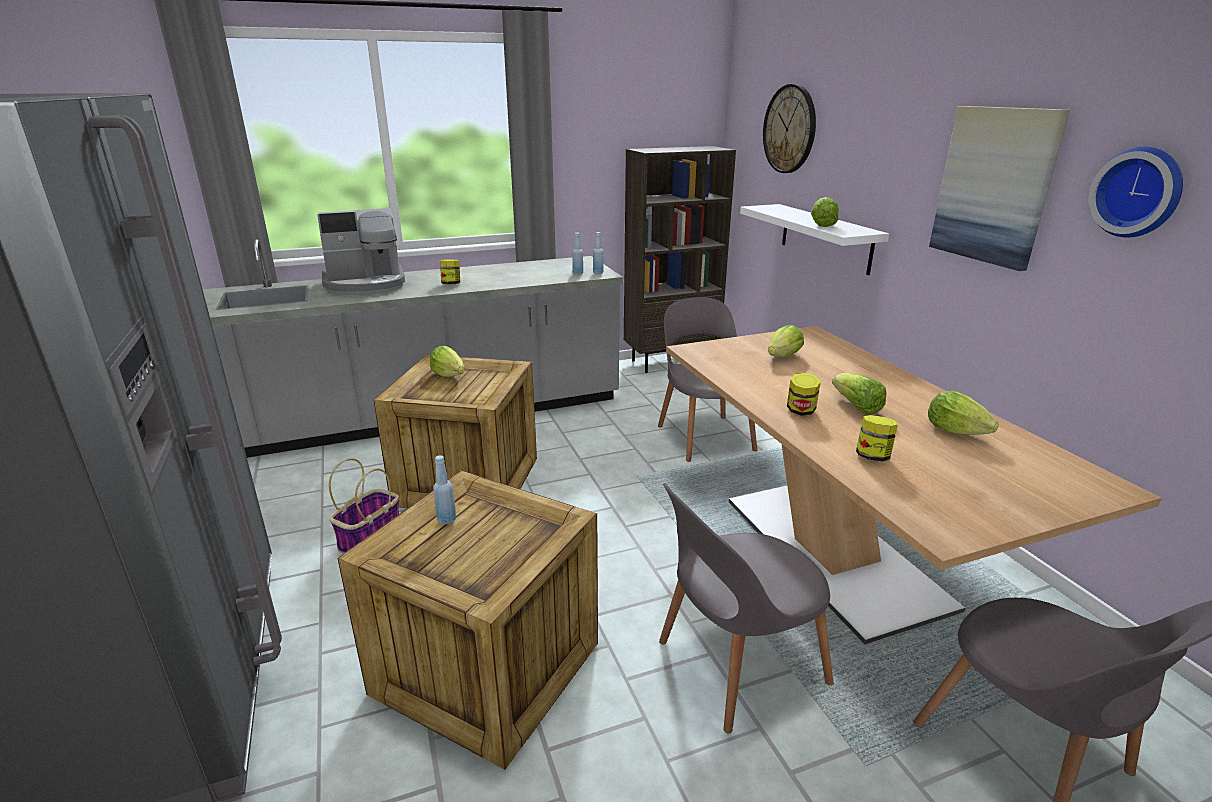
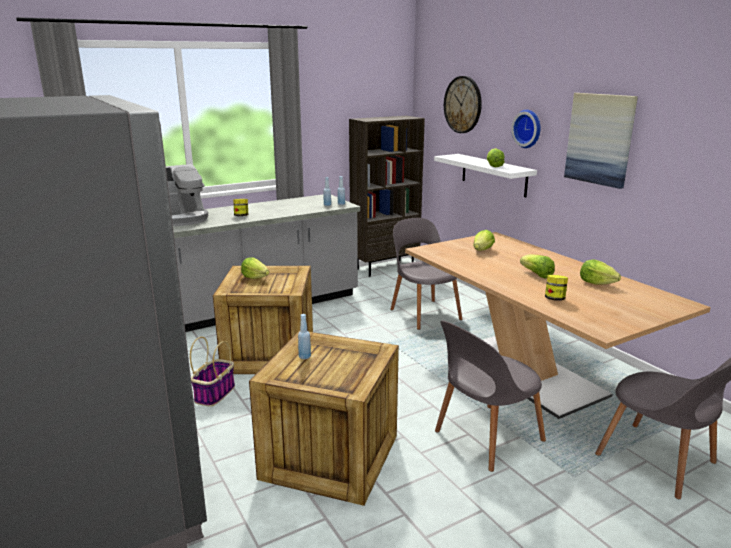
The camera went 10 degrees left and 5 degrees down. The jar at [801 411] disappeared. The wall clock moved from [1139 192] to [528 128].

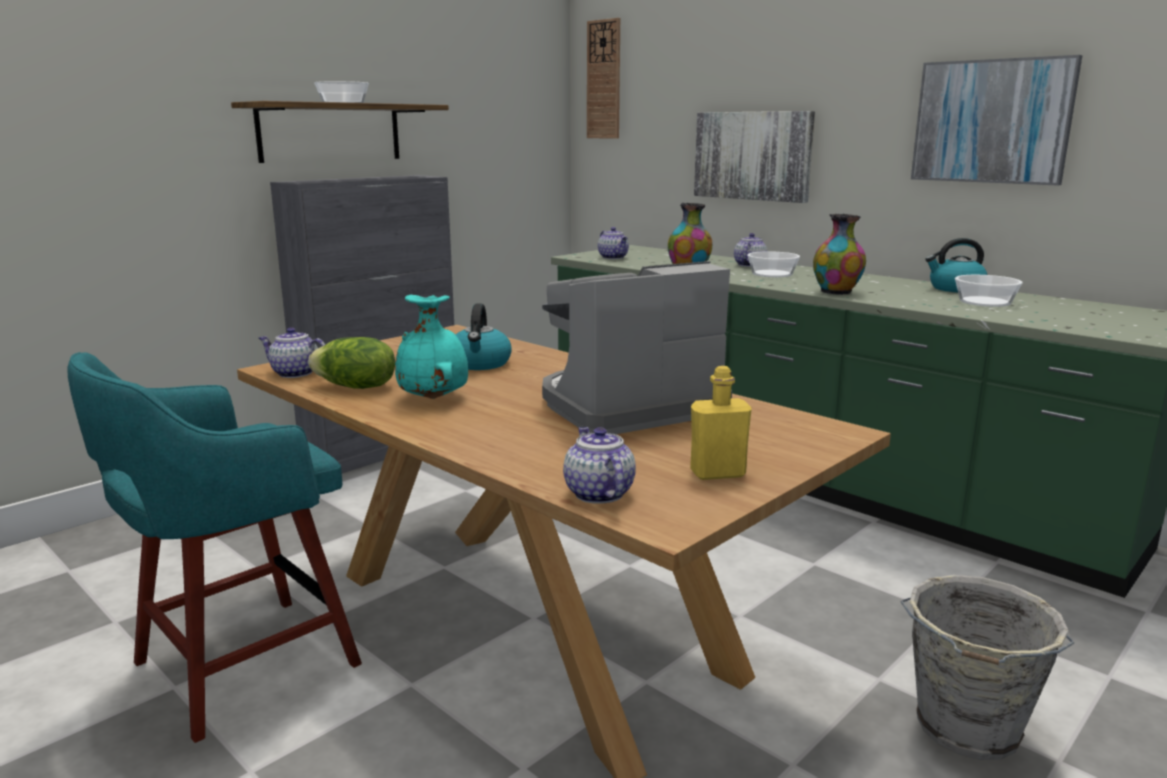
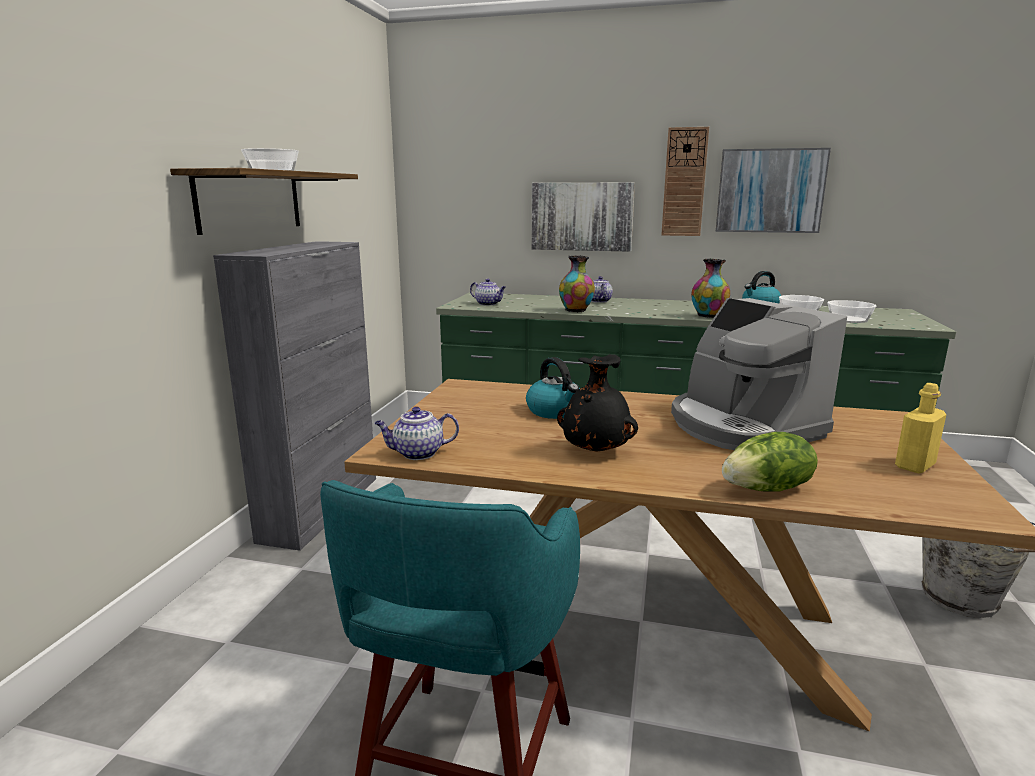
The camera went 30 degrees left and 0 degrees up. The tea pot at [597 493] disappeared. The lettuce head moved from [355 387] to [768 489]. The wall clock moved from [604 80] to [684 182]. The bowl moved from [771 274] to [848 319]. The vase/turquoise at [434 397] became the vase/black at [596 450]. The coffee machine at [628 406] turned 60 degrees counterclockwise.

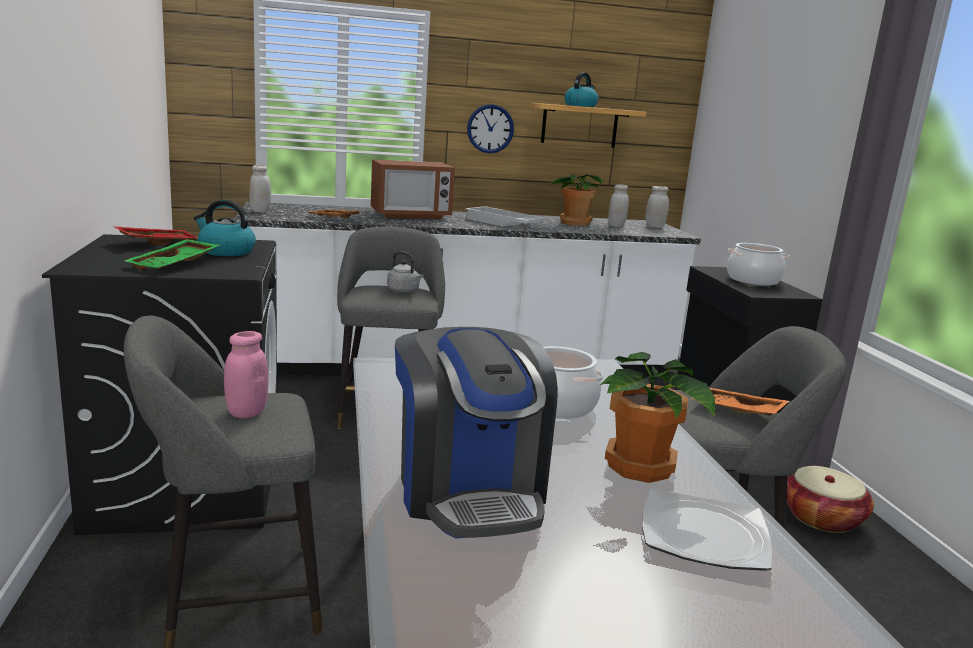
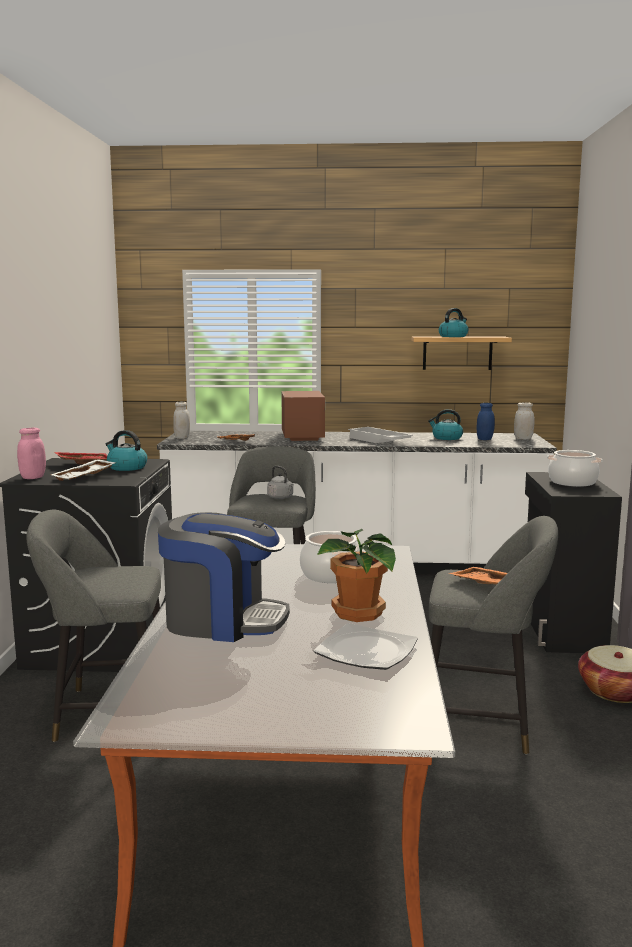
The camera went 15 degrees right and 5 degrees down. The wall clock at [490 128] disappeared. The jar/pinkish moved from [246 412] to [33 477]. The plant in a pot at [574 223] was replaced by the water kettle at [446 438]. The tray/greenish at [175 265] became the tray/white at [85 477]. The jar/white at [616 226] became the jar/bluish at [485 439]. The microwave at [410 215] turned 90 degrees counterclockwise. The coffee machine at [469 491] turned 75 degrees counterclockwise.

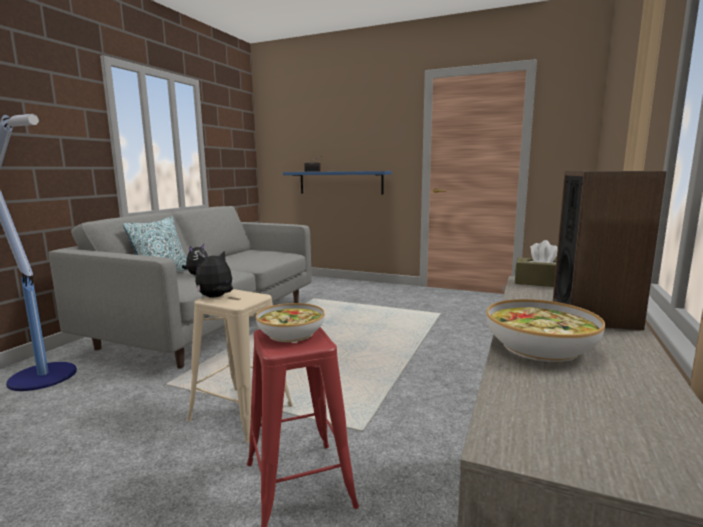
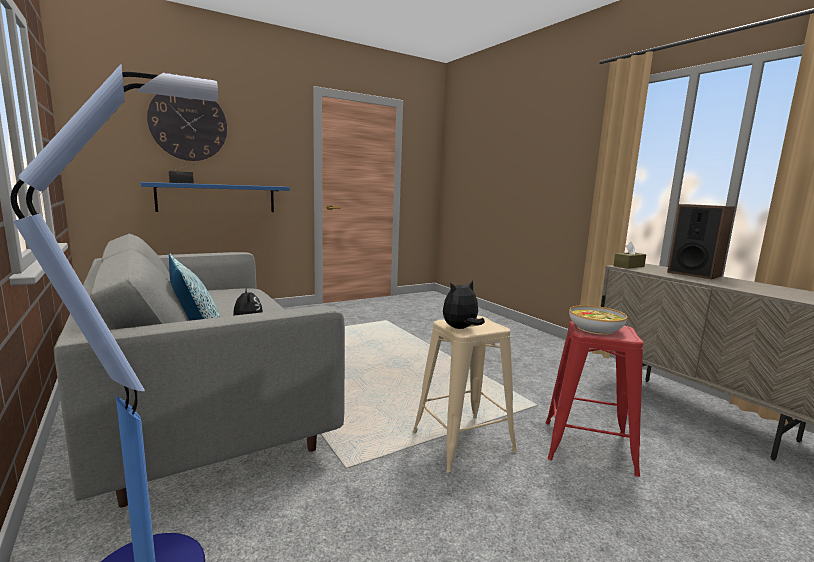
The camera went 55 degrees left and 0 degrees up. The bowl at [539 346] disappeared. The wall clock at [188 123] appeared. The soft toy at [216 297] turned 60 degrees clockwise.

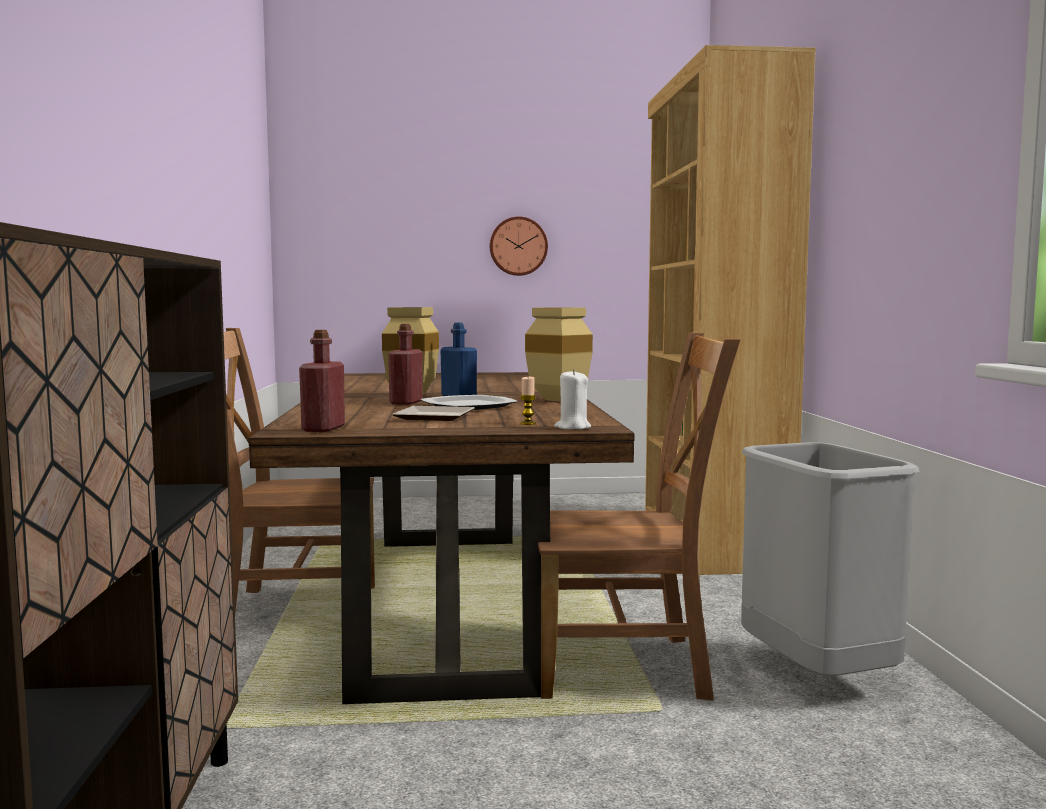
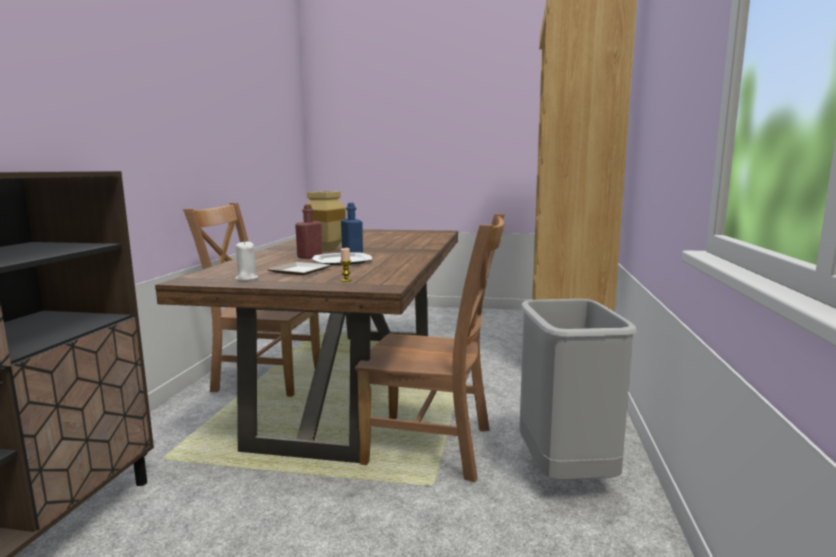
The camera went 15 degrees right and 5 degrees up. The drink bottle/red at [323 429] disappeared. The wall clock at [518 246] disappeared. The vase/beige-coloured at [555 400] disappeared. The wax light/white moved from [572 427] to [246 278].

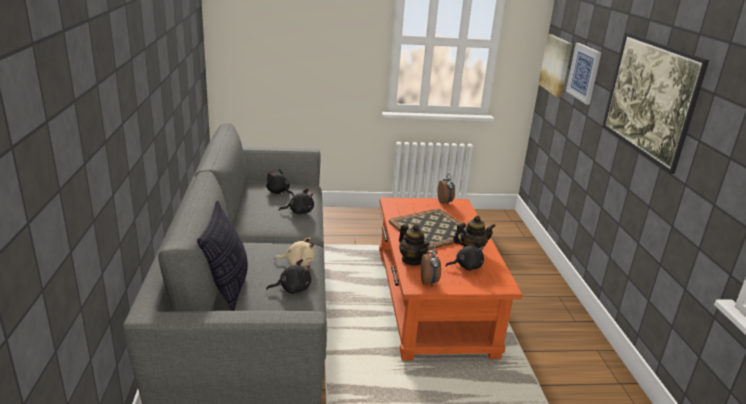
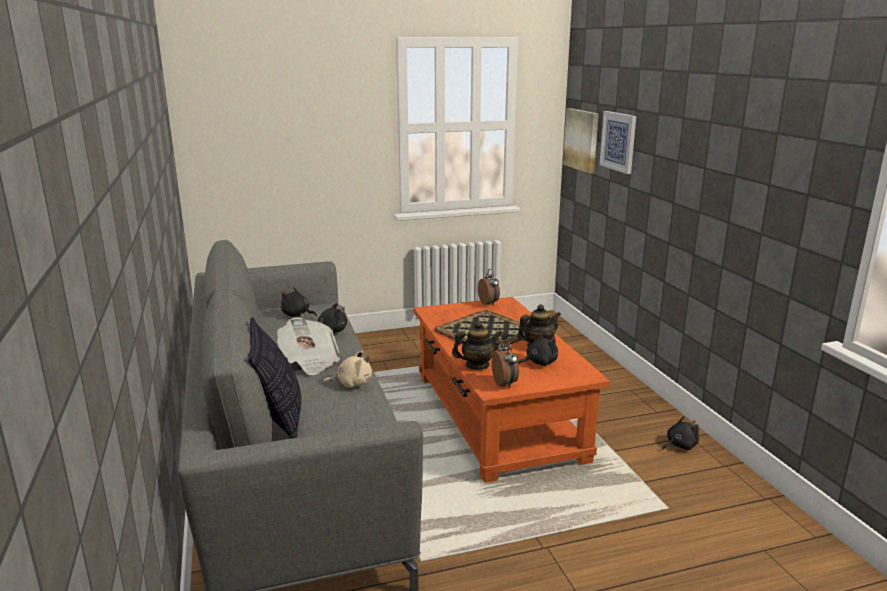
The camera went 10 degrees left and 5 degrees down. The picture at [643 123] disappeared. The daily paper at [309 361] appeared. The soft toy/black moved from [292 289] to [679 445]. The tea pot at [412 260] turned 60 degrees counterclockwise.

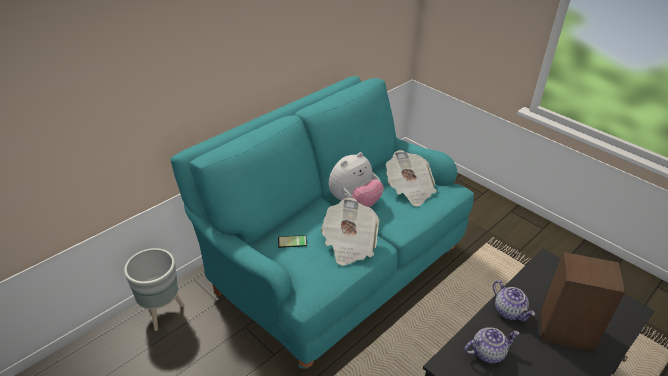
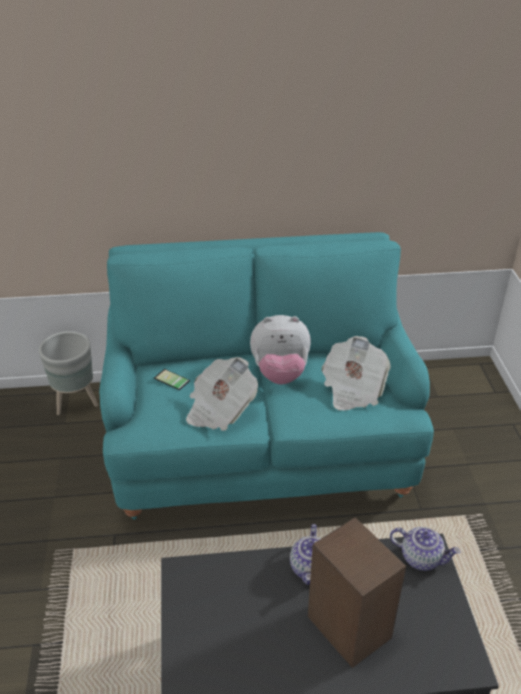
The camera went 40 degrees right and 0 degrees up. The tea pot moved from [488 352] to [421 558].

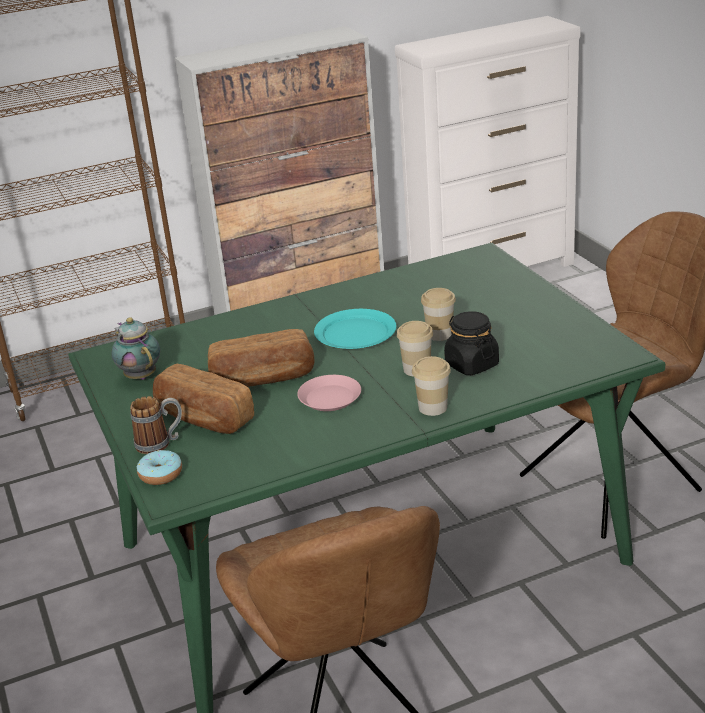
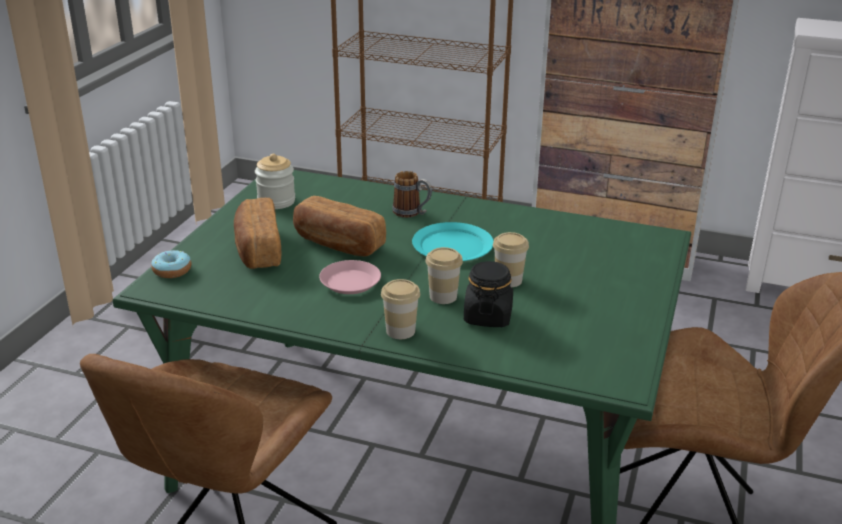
The camera went 40 degrees right and 0 degrees up. The mug moved from [160 443] to [412 213]. The tea pot at [140 376] was replaced by the jar at [276 201].

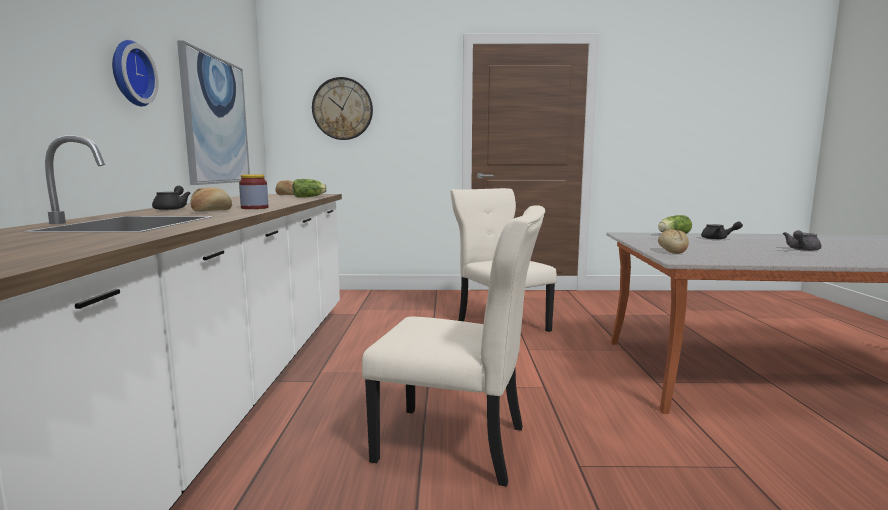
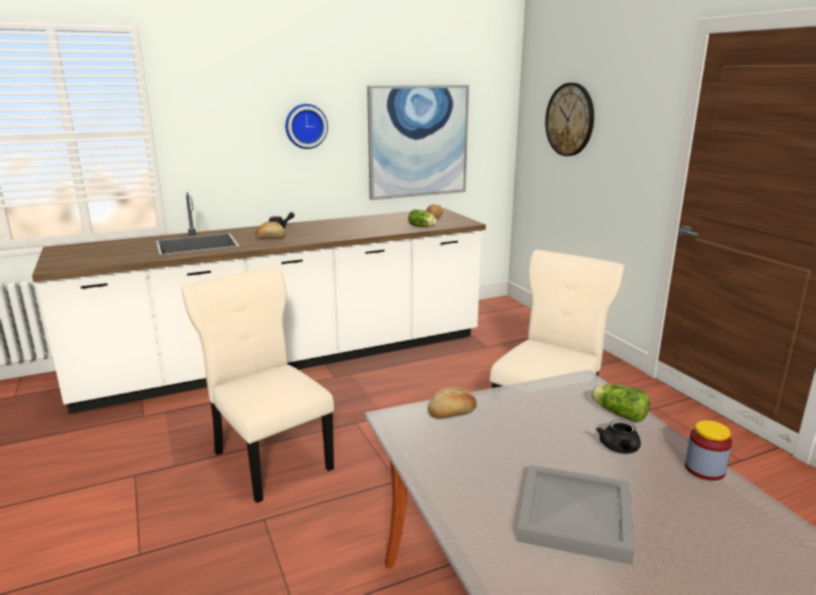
The camera went 65 degrees right and 10 degrees up. The jar moved from [254 208] to [704 469]. The tea pot/gray at [801 250] was replaced by the tray/gray at [573 516]. The upright chair/beige-coloured at [458 445] turned 150 degrees clockwise.

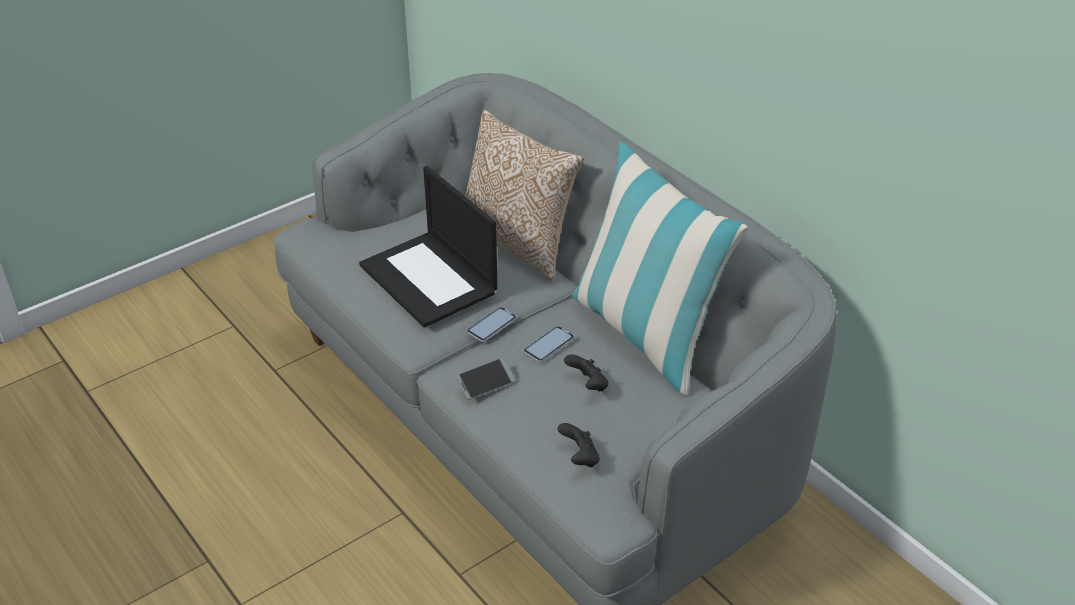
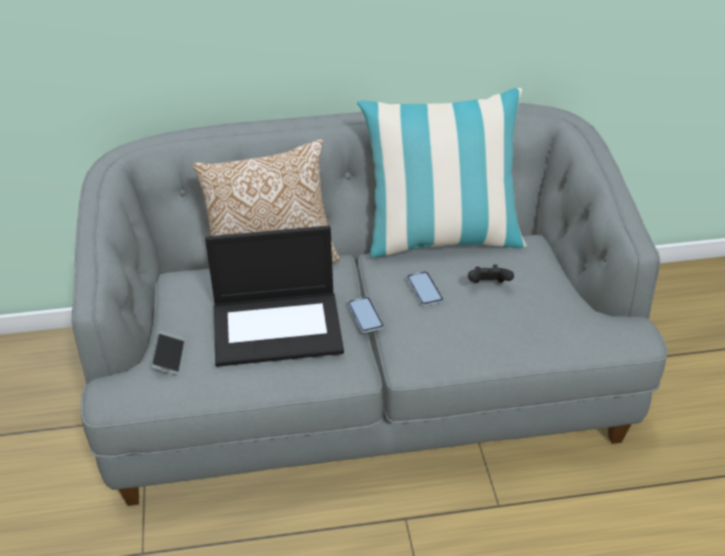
The camera went 60 degrees left and 0 degrees up. The joypad/black at [579 458] disappeared. The handset moved from [485 383] to [169 357].

